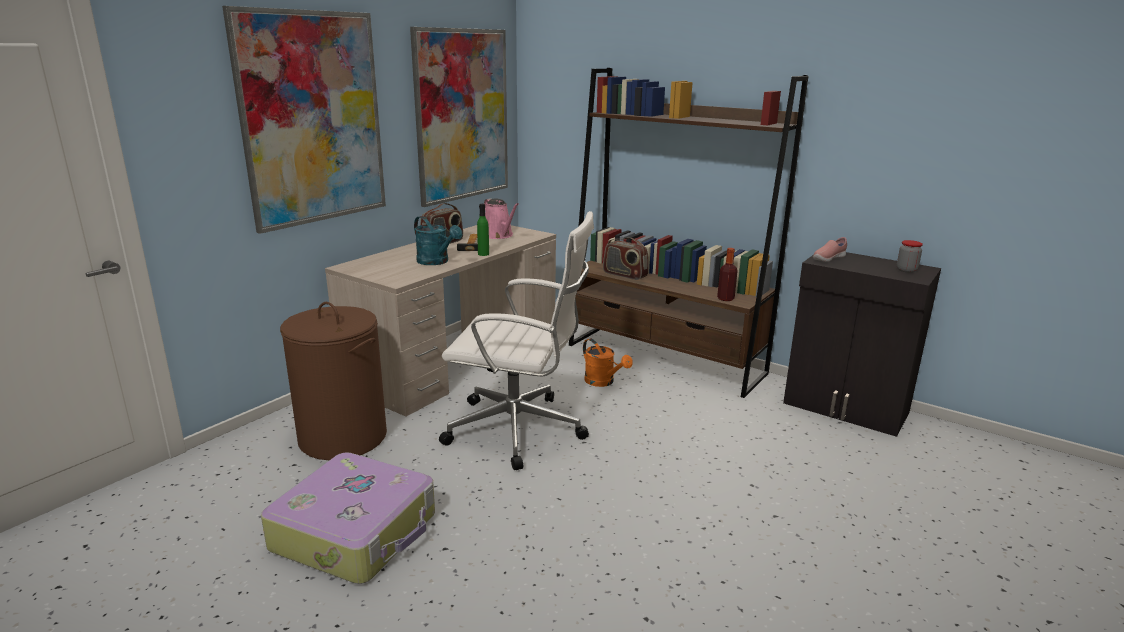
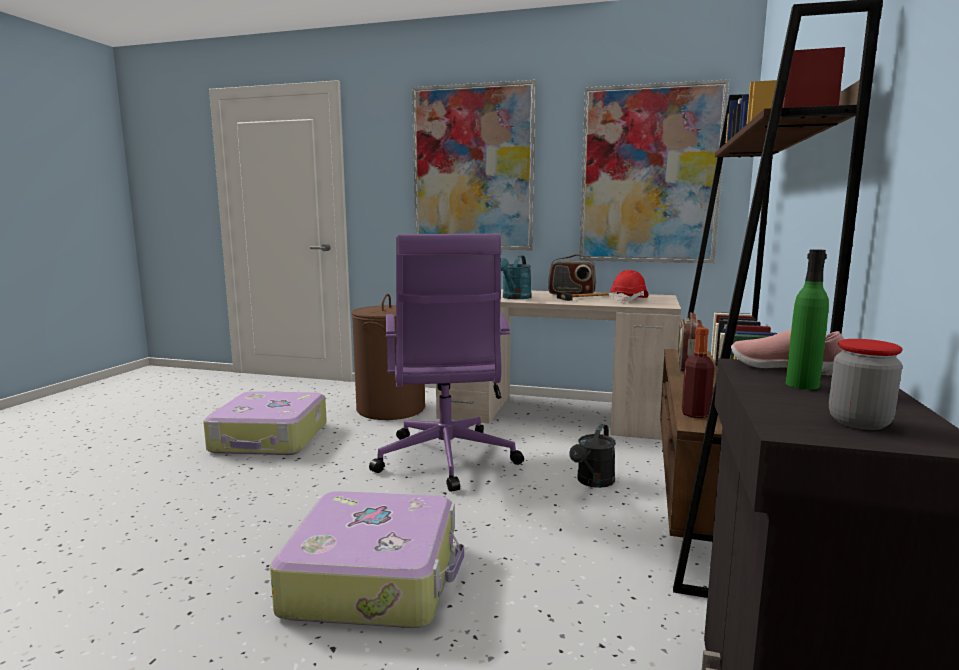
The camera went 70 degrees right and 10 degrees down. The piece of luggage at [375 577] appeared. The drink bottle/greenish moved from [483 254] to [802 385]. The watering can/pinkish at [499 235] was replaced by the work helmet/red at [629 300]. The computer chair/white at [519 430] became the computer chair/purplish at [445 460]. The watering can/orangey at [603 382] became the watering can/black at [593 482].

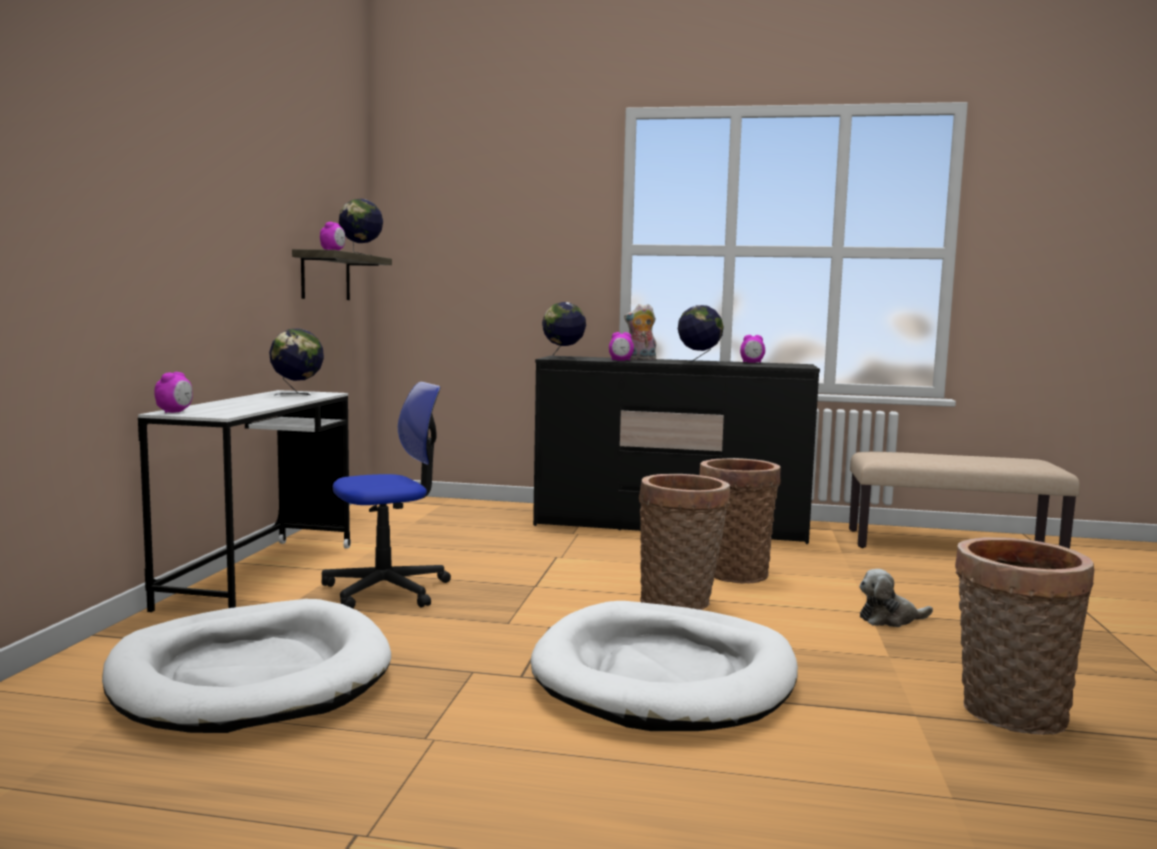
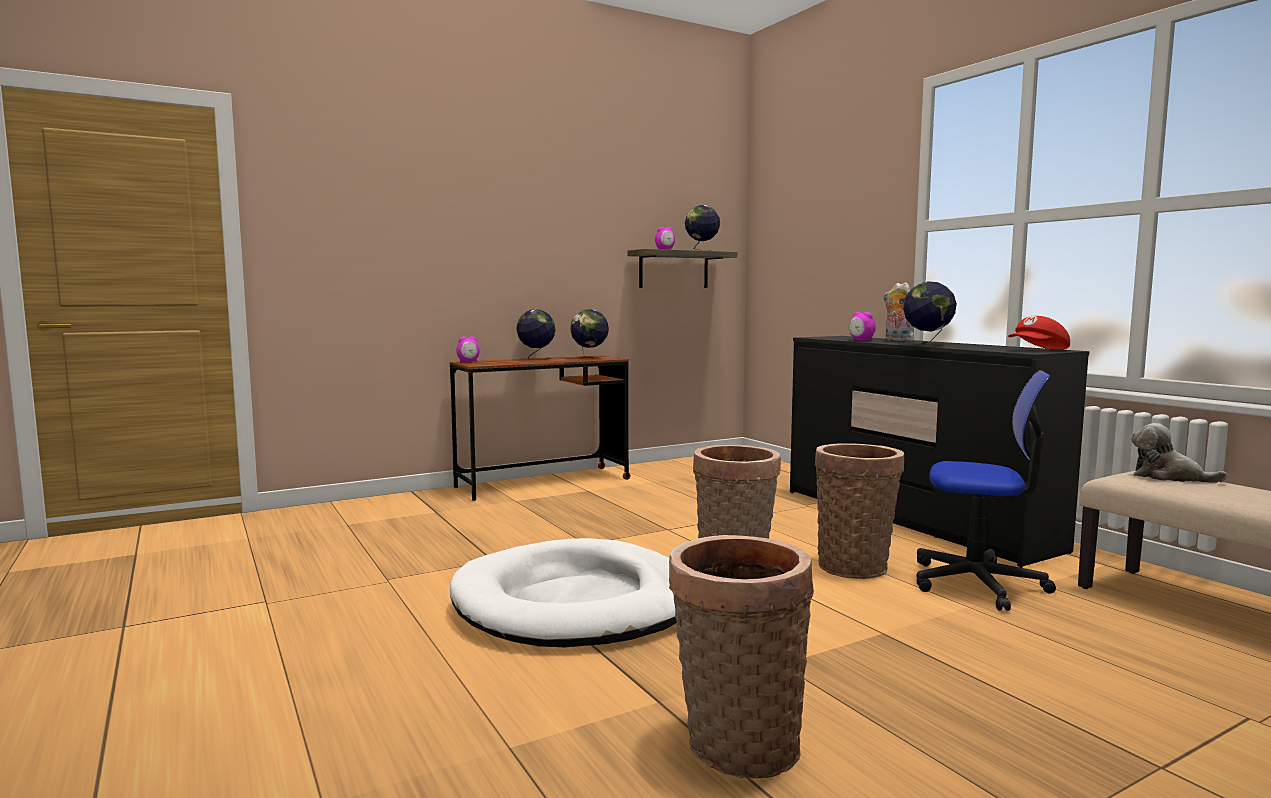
The camera went 50 degrees right and 0 degrees up. The pet bed/white at [251 675] disappeared. The bedside clock at [752 362] disappeared. The cap/red at [1038 350] appeared. The computer chair moved from [387 590] to [977 583]. The world globe moved from [563 358] to [536 359]. The soft toy moved from [890 619] to [1168 477]. The desk table/white at [260 575] became the desk table/brown-coloured at [543 483].

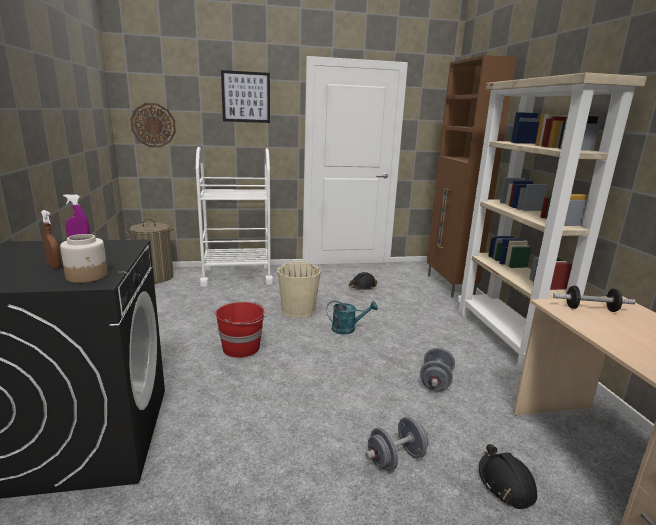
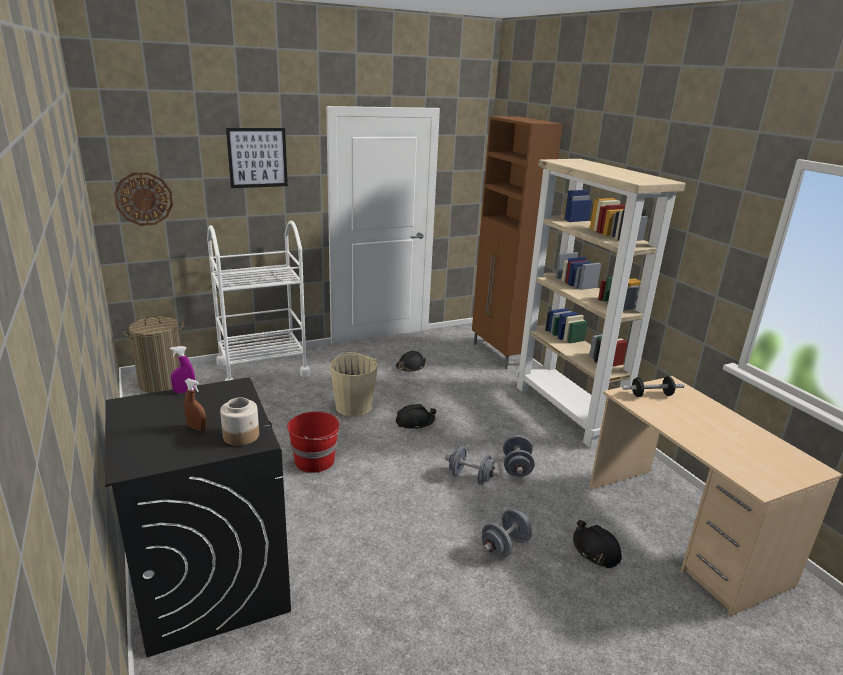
The camera went 15 degrees left and 5 degrees up. The free weight/gray at [470 477] appeared. The watering can/turquoise at [348 329] was replaced by the work helmet/black at [415 422].

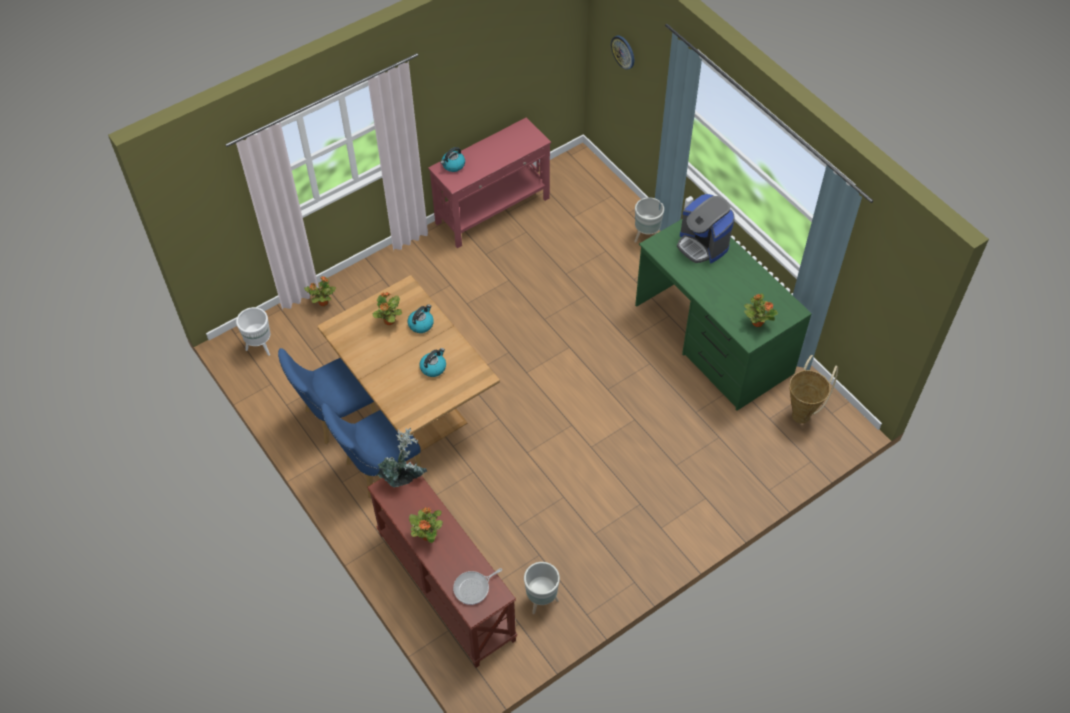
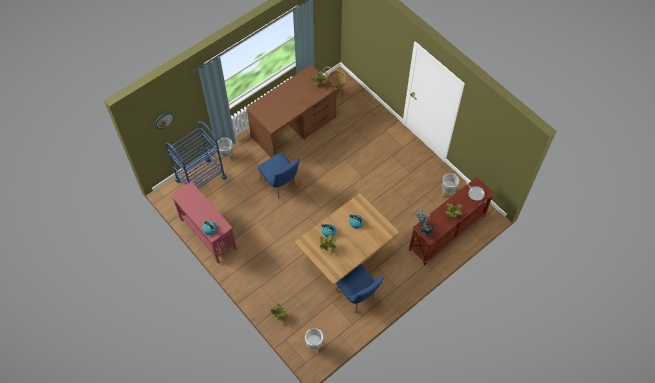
The camera went 95 degrees left and 5 degrees up. The coffee machine at [703 245] disappeared. The cart/bluish at [201 179] appeared. The upright chair/bluish moved from [378 469] to [281 184]. The desk table/greenish at [712 339] became the desk table/brown-coloured at [294 127].

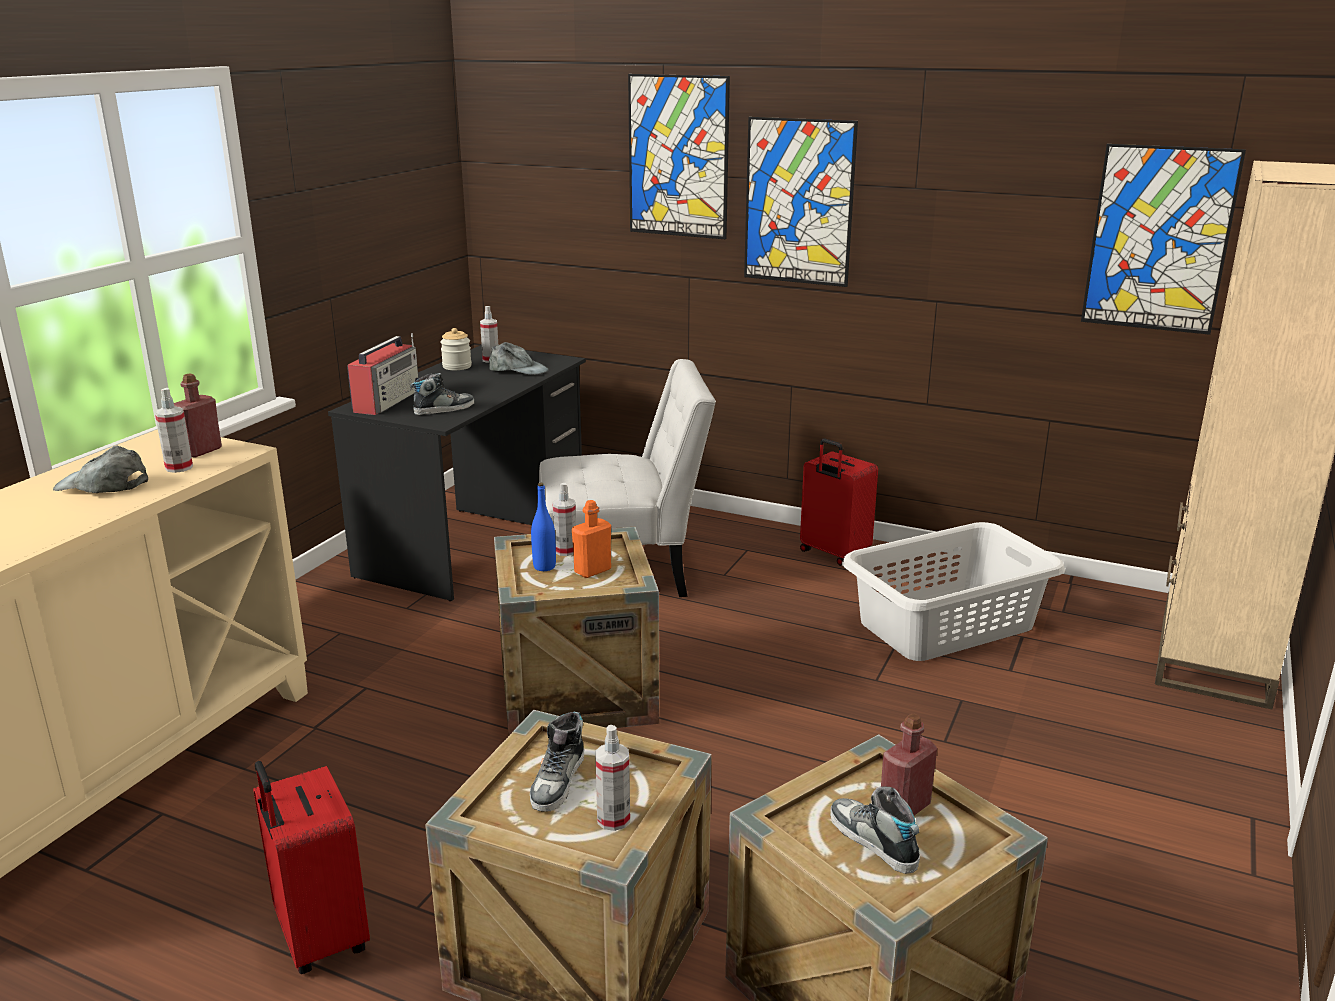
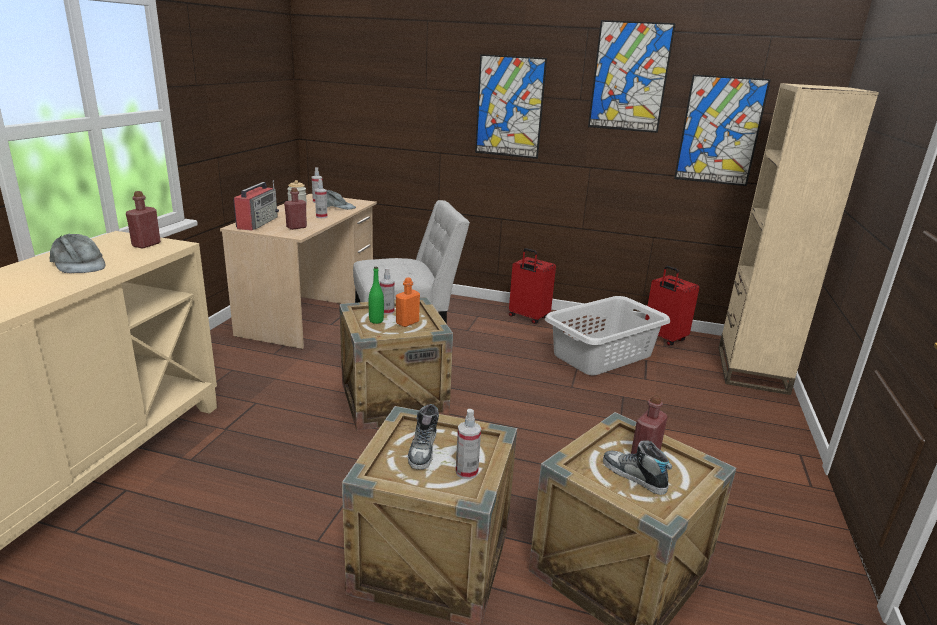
The camera went 10 degrees left and 0 degrees up. The sprayer moved from [179 467] to [321 216]. The piece of luggage/red moved from [319 938] to [663 338]. The picture moved from [678 157] to [629 77]. The item of footwear at [444 409] was replaced by the drink bottle/red at [296 227]. The desk table/black at [475 538] became the desk table/beige-coloured at [310 312]. The drink bottle/bluish at [544 567] became the drink bottle/greenish at [376 321]. The cap/gray at [102 484] turned 135 degrees counterclockwise.

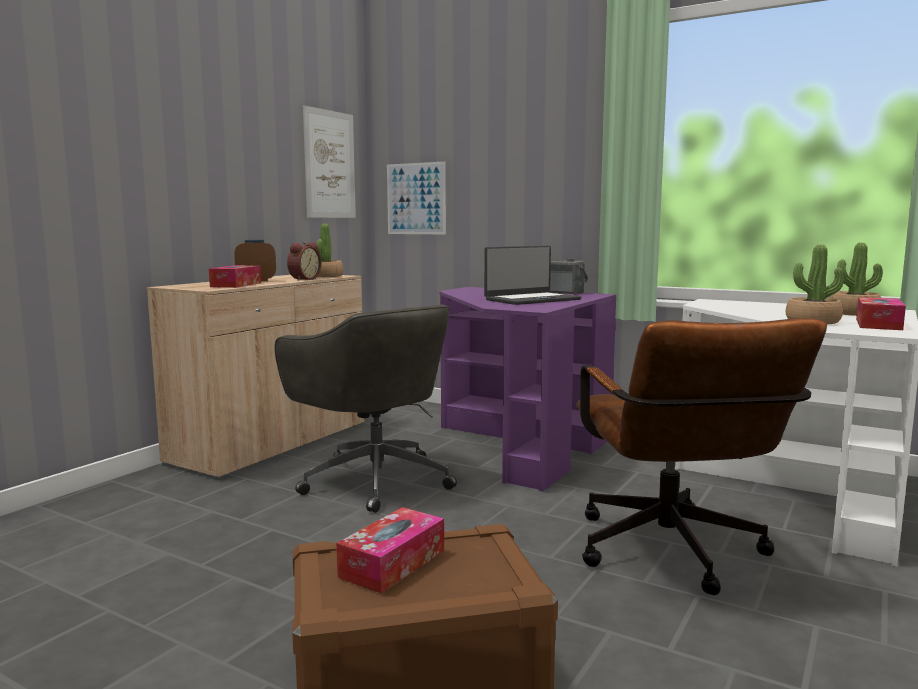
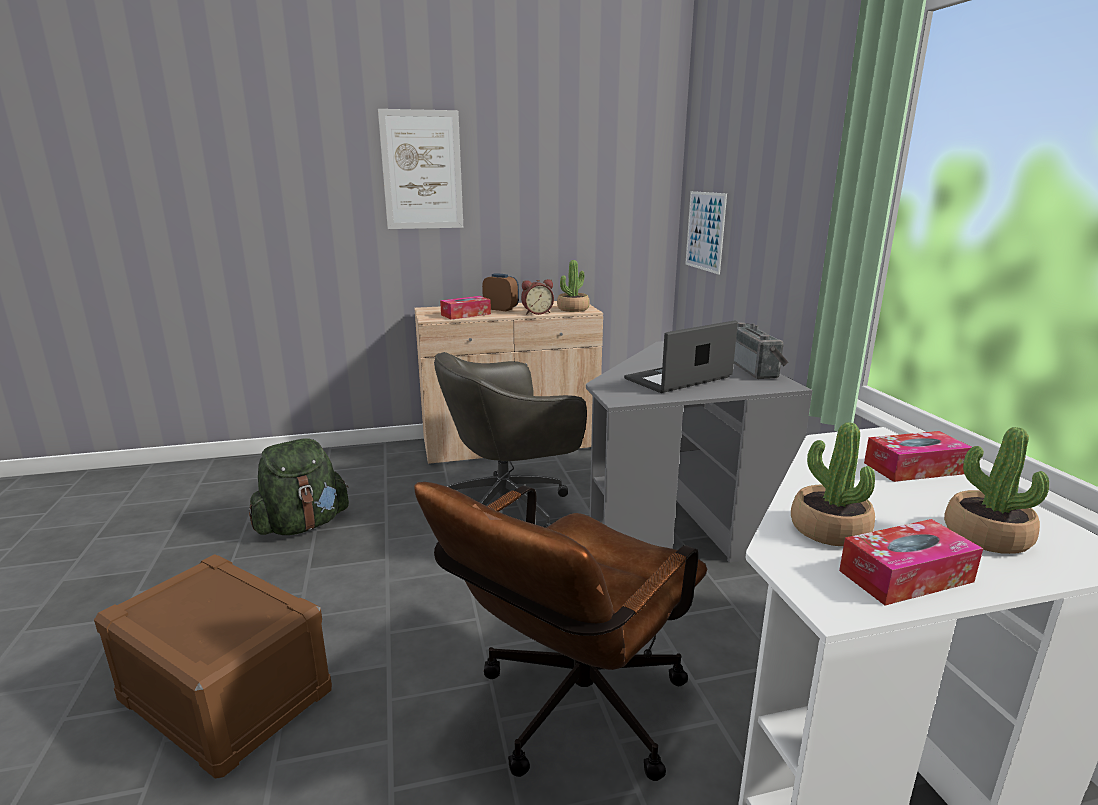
The camera went 45 degrees right and 10 degrees up. The rucksack/greenish at [303 525] appeared. The picture moved from [329 164] to [422 170]. The tissue box moved from [392 563] to [914 468]. The desk table/purplish at [516 445] became the desk table/gray at [677 521]. The computer chair/gray at [374 480] turned 60 degrees clockwise. The portable computer at [531 299] turned 135 degrees clockwise.

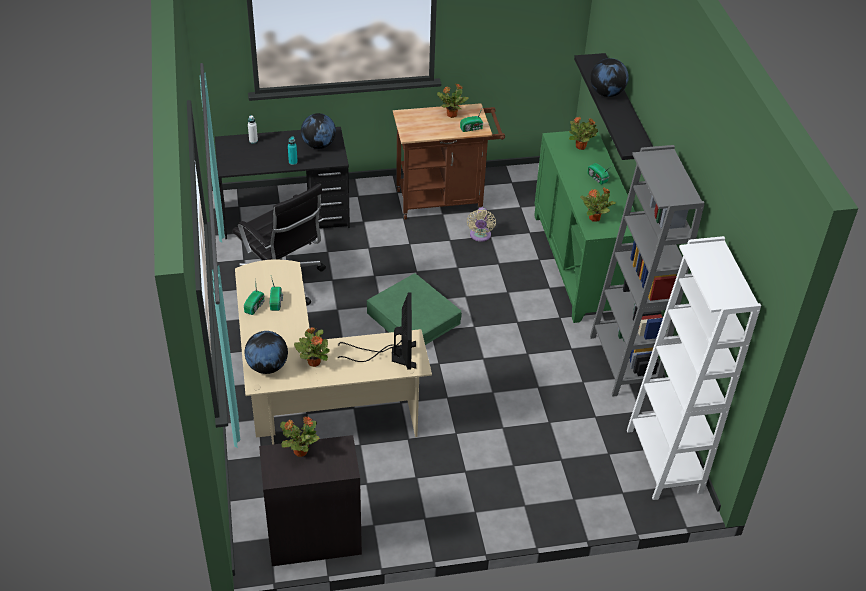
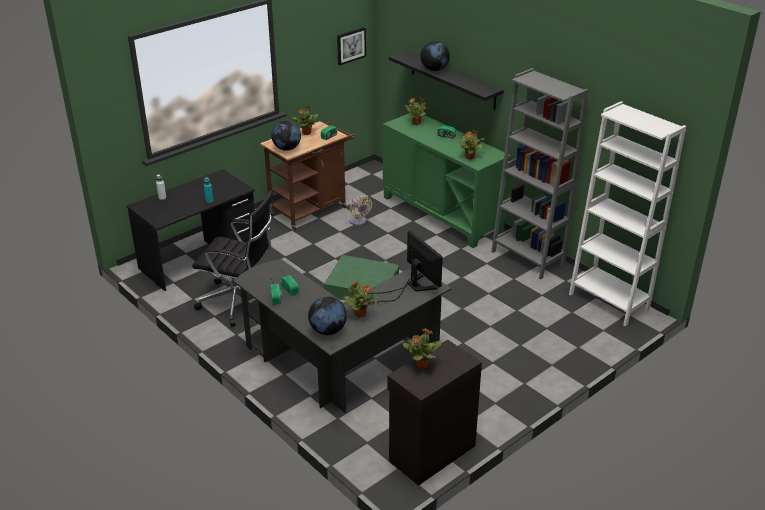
The camera went 30 degrees left and 10 degrees down. The picture at [351 45] appeared. The world globe moved from [319 145] to [287 148]. The desk table/beige-coloured at [310 399] became the desk table/black at [337 366].

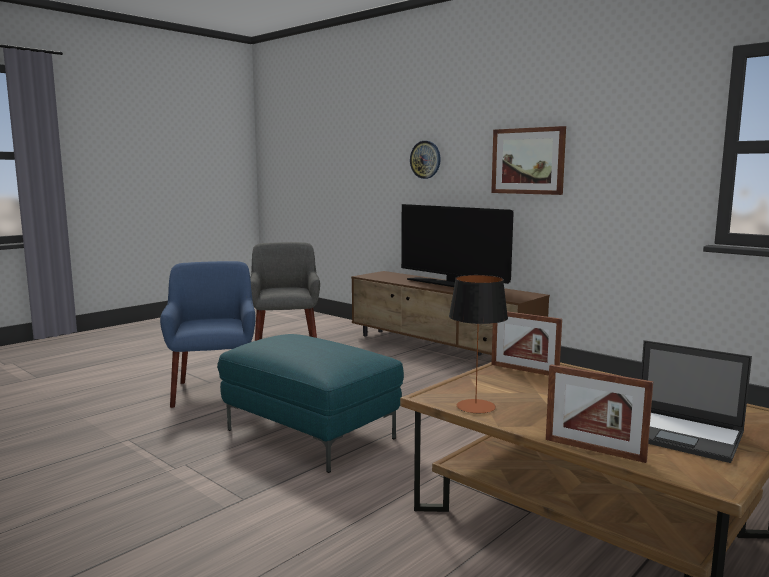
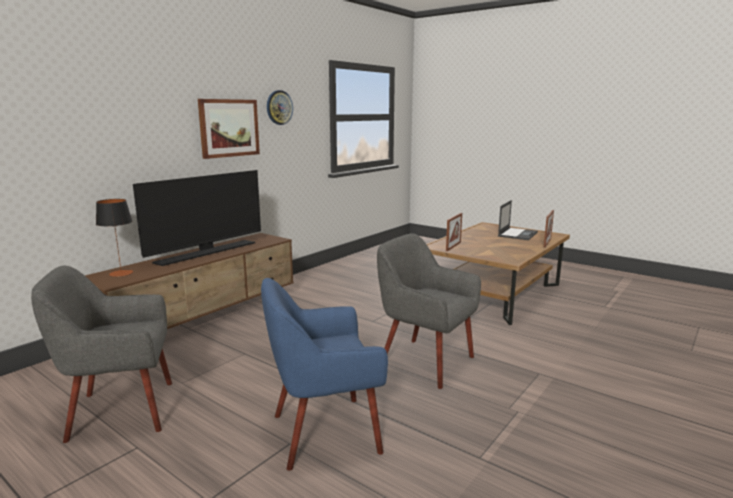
The camera went 95 degrees left and 5 degrees up. The wall clock moved from [425 159] to [279 107]. The tabletop lamp moved from [475 406] to [121 273]. The pouffe/turquoise at [312 434] was replaced by the lounge chair/gray at [425 361].

